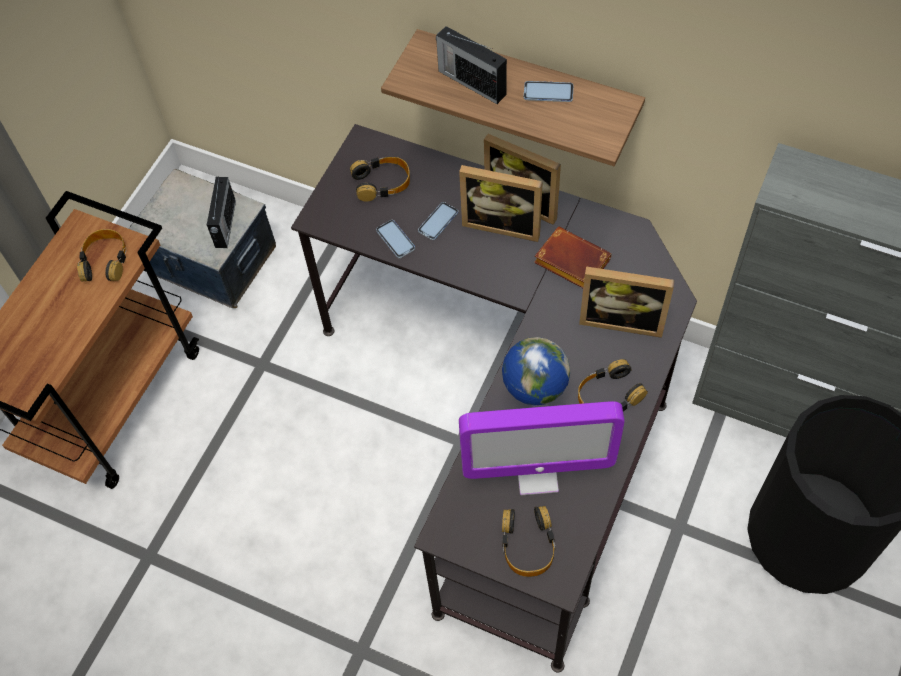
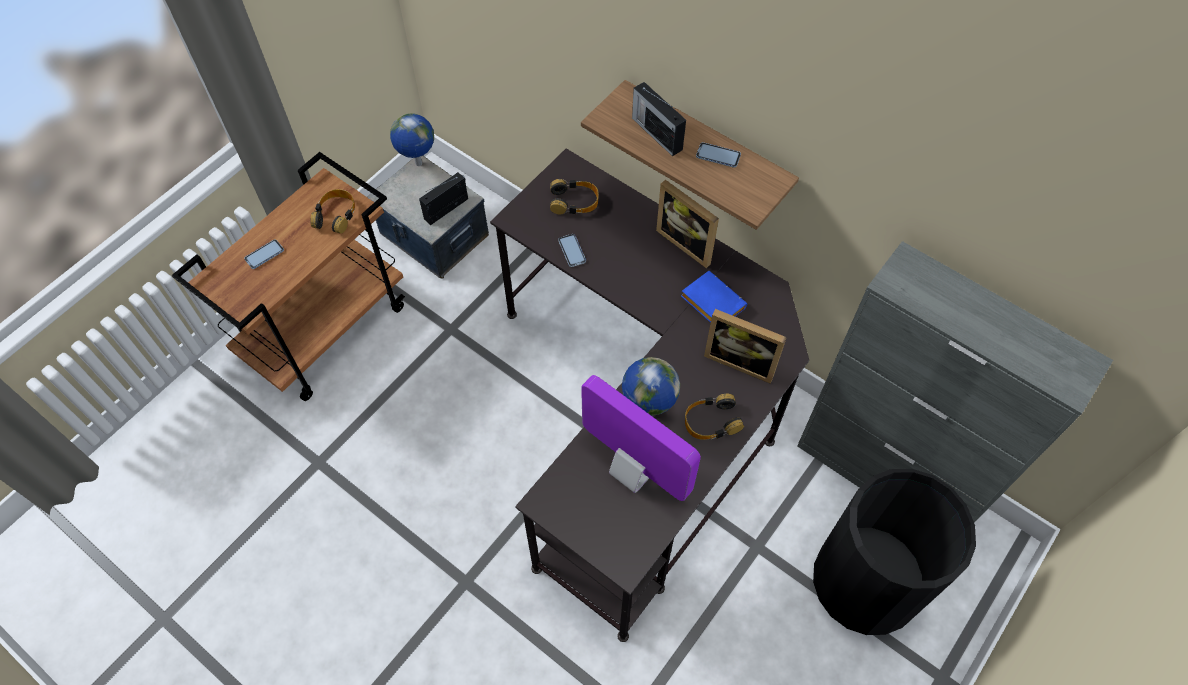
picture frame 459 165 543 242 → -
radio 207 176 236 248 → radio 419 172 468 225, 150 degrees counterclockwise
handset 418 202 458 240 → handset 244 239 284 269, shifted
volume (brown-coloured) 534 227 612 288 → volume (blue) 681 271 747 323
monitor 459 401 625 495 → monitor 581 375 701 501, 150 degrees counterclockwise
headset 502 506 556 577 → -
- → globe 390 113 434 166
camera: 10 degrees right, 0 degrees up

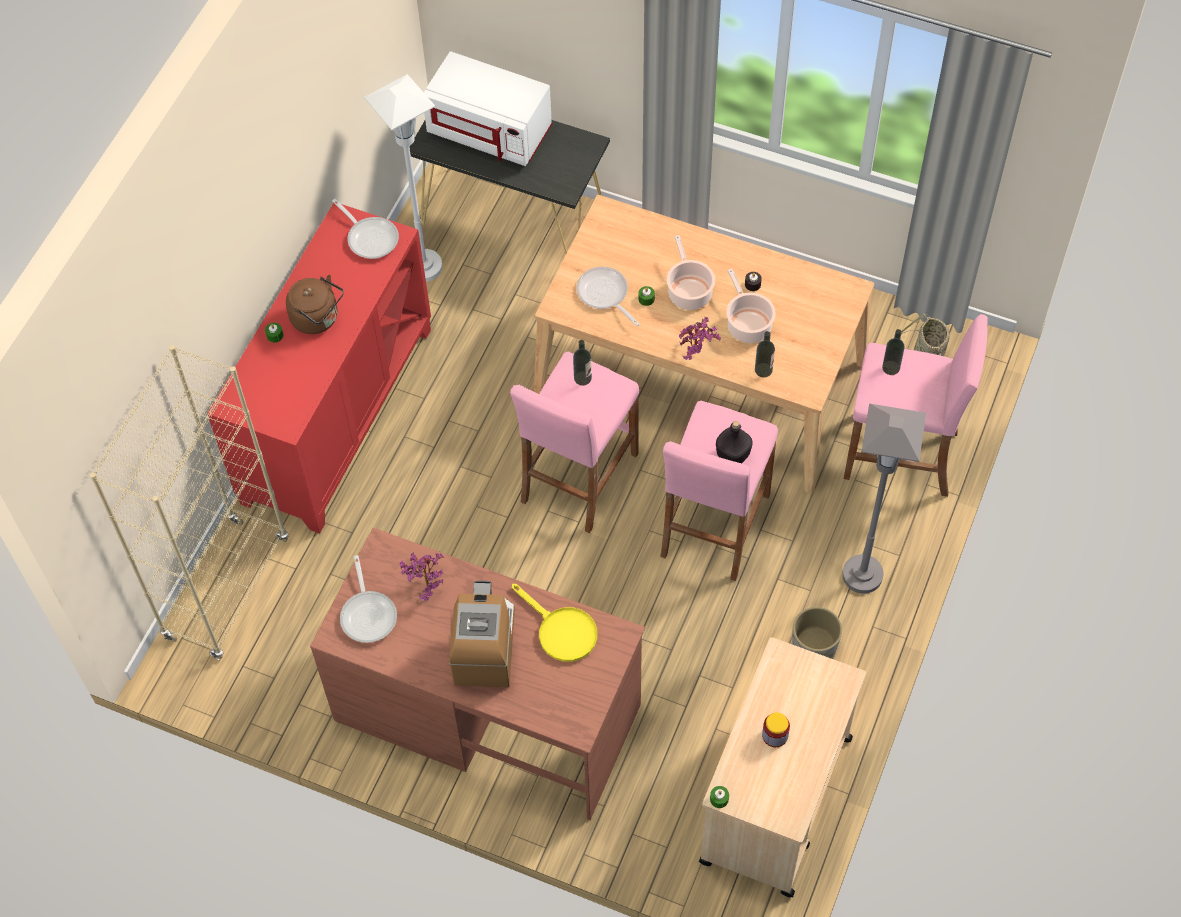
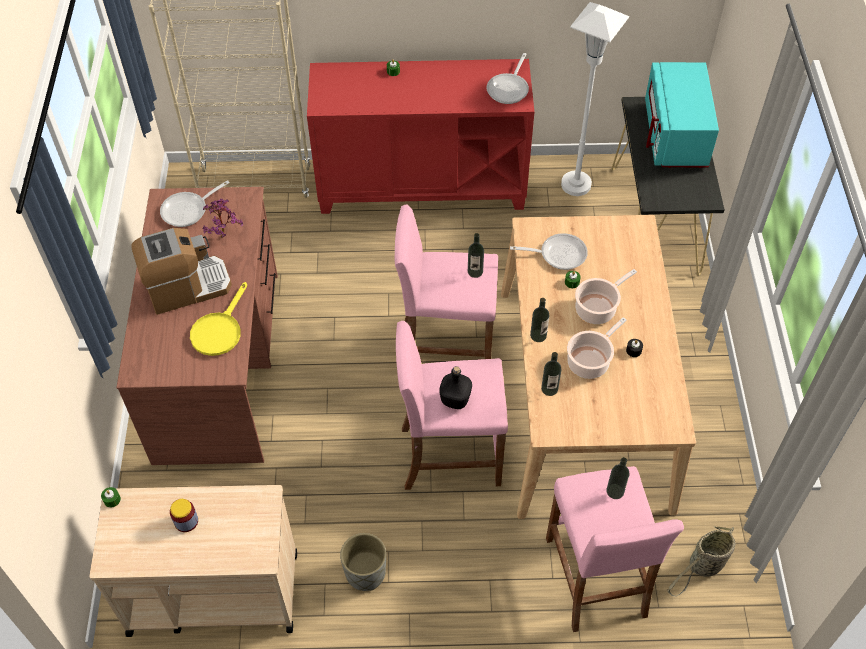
microwave (whitish) 424 51 552 166 → microwave (turquoise) 645 62 719 168
pan 576 267 640 327 → pan 510 233 588 270, 60 degrees clockwise
water kettle (brown-coloured) 286 275 344 334 → -
houseplant 679 317 721 360 → bottle 530 298 549 342
floor lamp (gray) 842 403 926 593 → -
camera: 65 degrees right, 5 degrees down

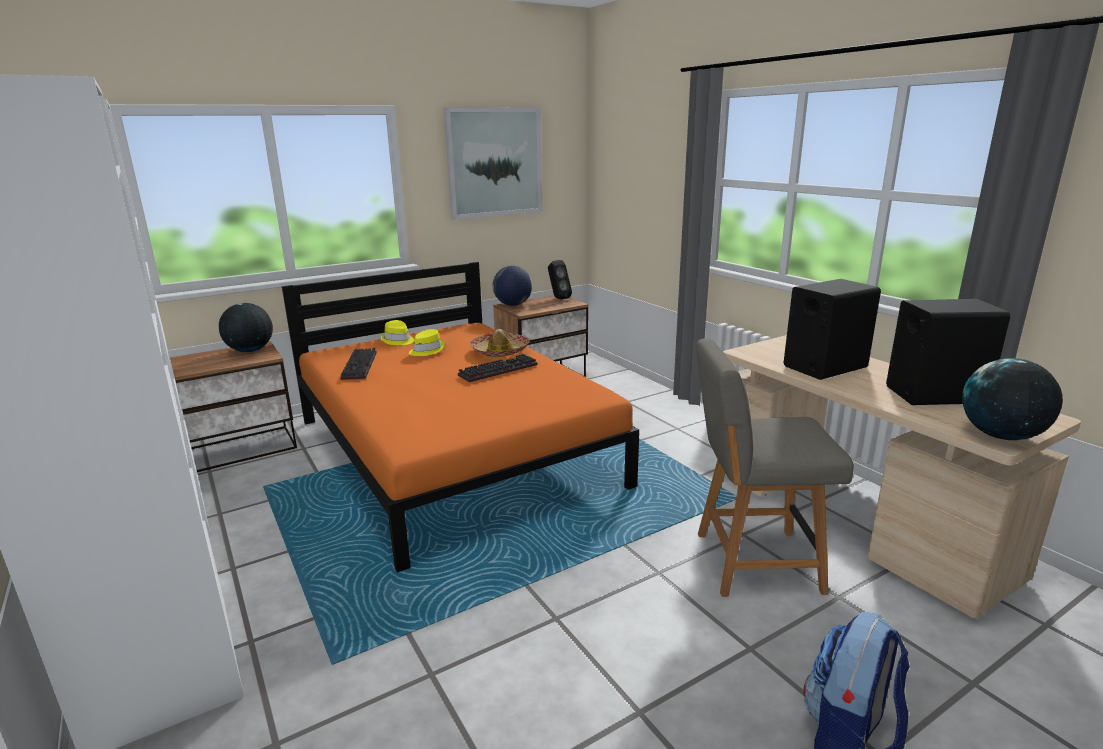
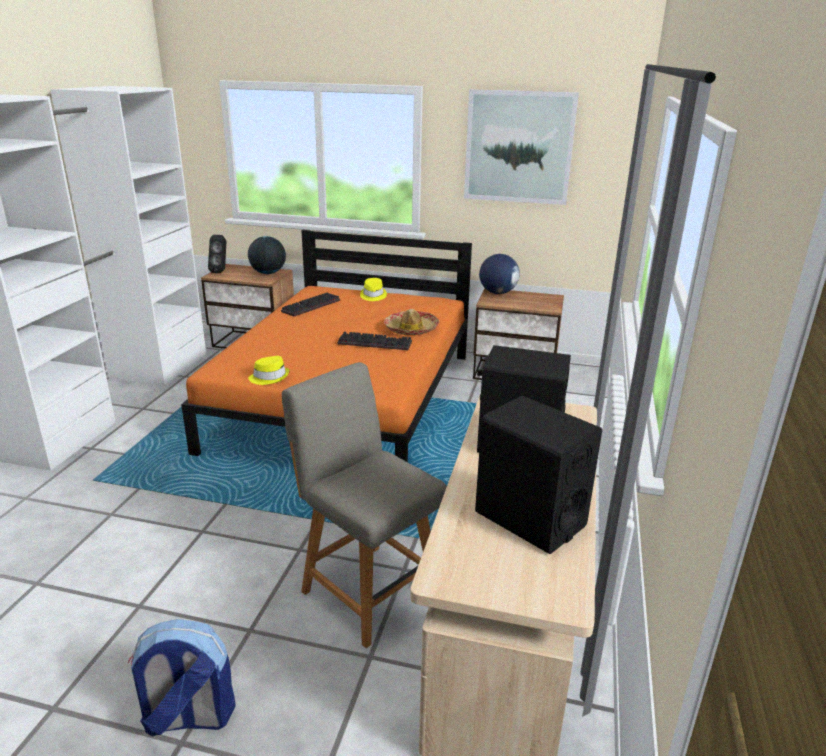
speaker (black) 548 260 572 299 → speaker (black) 208 235 226 273, shifted
wearable hat (yellow-coloured) 409 329 445 356 → wearable hat (yellow-coloured) 248 356 290 385, shifted
globe 962 358 1063 440 → -
camera: 45 degrees right, 5 degrees up

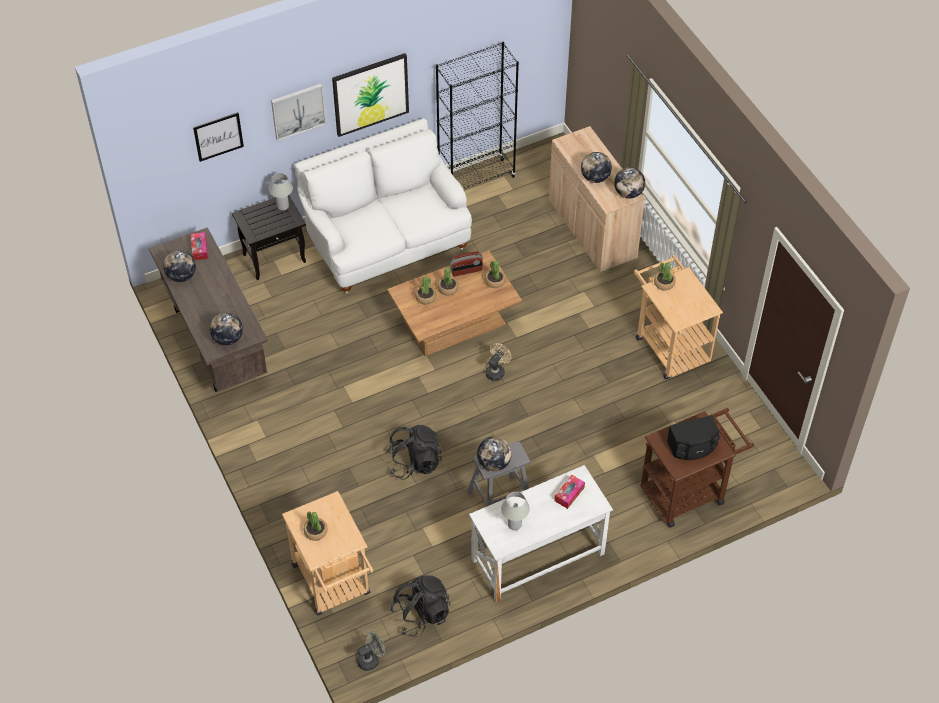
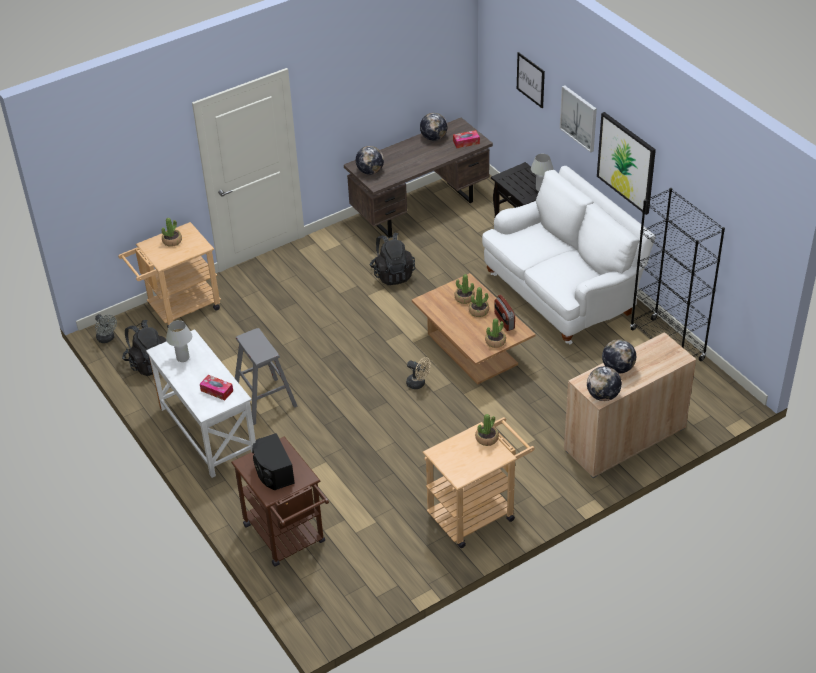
rucksack (black) 387 425 442 480 → rucksack (black) 370 233 415 285, shifted
globe 477 436 512 471 → -
camera: 85 degrees right, 10 degrees down

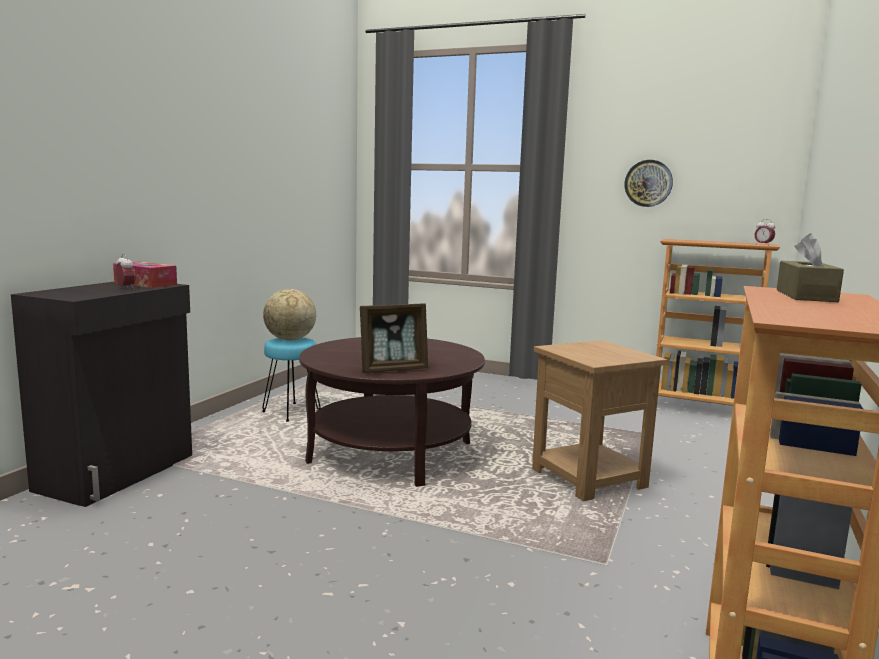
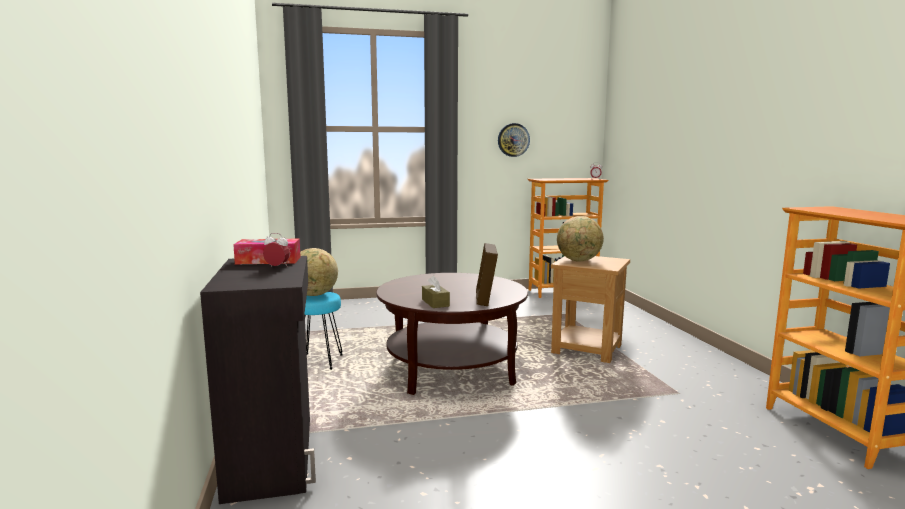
box of tissues (brown-coloured) 777 233 844 302 → box of tissues (brown-coloured) 422 275 450 308, shifted
picture frame 360 304 428 373 → picture frame 476 243 498 306, 150 degrees clockwise
- → globe 557 216 604 261
camera: 35 degrees left, 0 degrees up

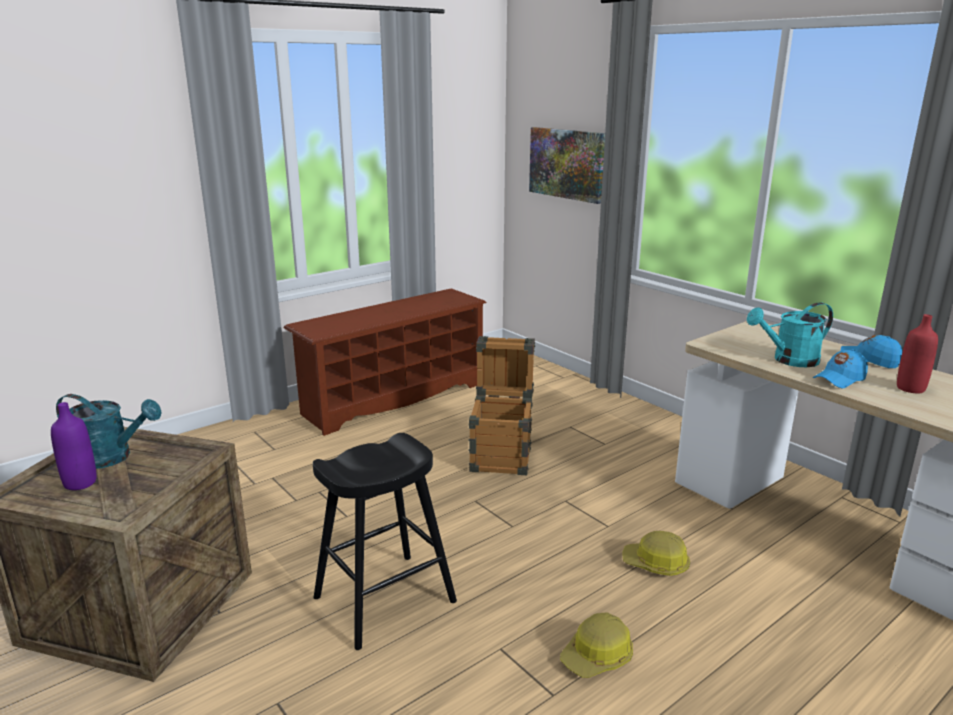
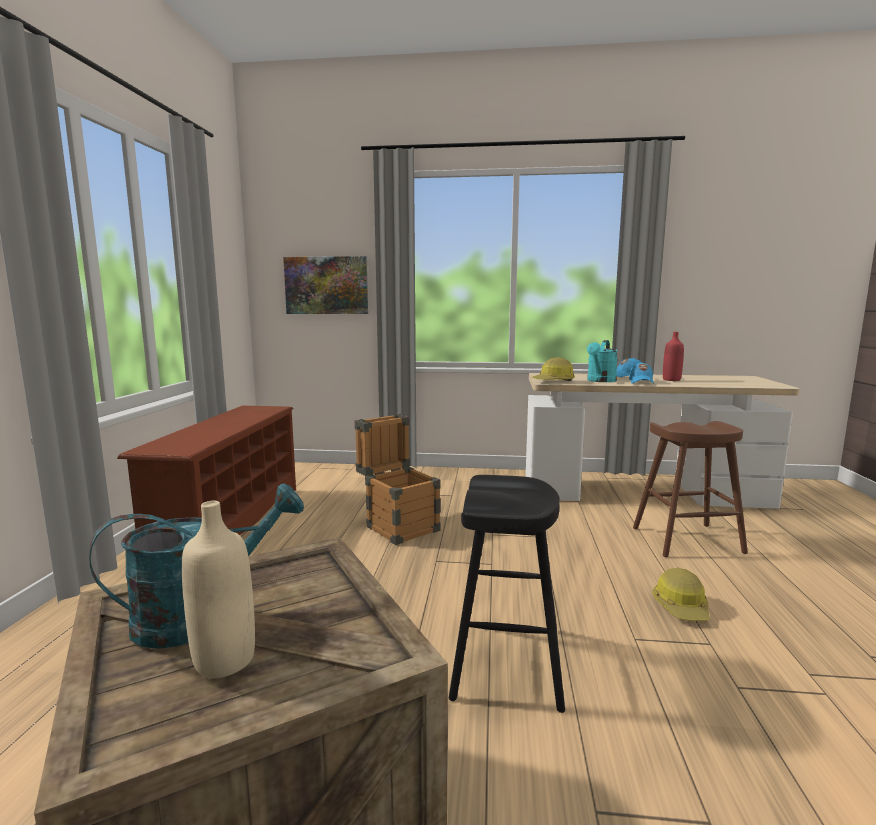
bottle (purple-coloured) 51 402 97 490 → bottle (beige-coloured) 182 501 255 679
work helmet 622 531 690 576 → work helmet 532 357 575 381, shifted
- → stool (brown-coloured) 633 421 748 557
camera: 45 degrees left, 10 degrees down

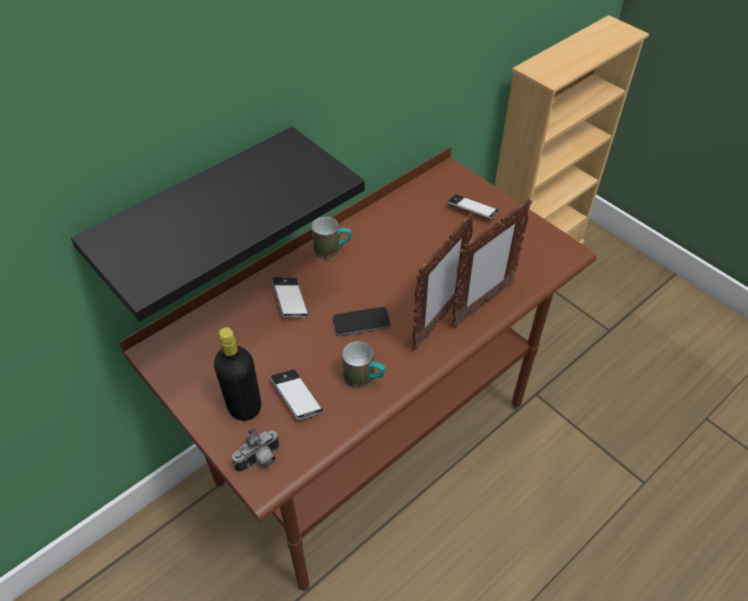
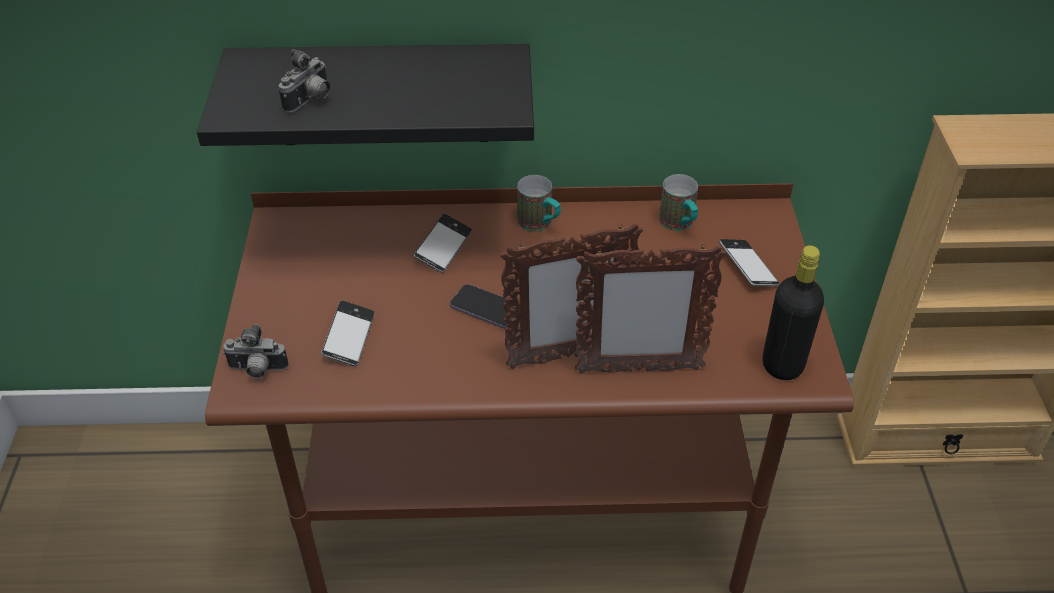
bottle (black) 214 327 261 421 → bottle (black) 763 245 824 380, shifted
tea mug 342 341 386 389 → tea mug 659 174 698 231, shifted
- → photo camera 278 49 330 113
camera: 40 degrees right, 5 degrees down

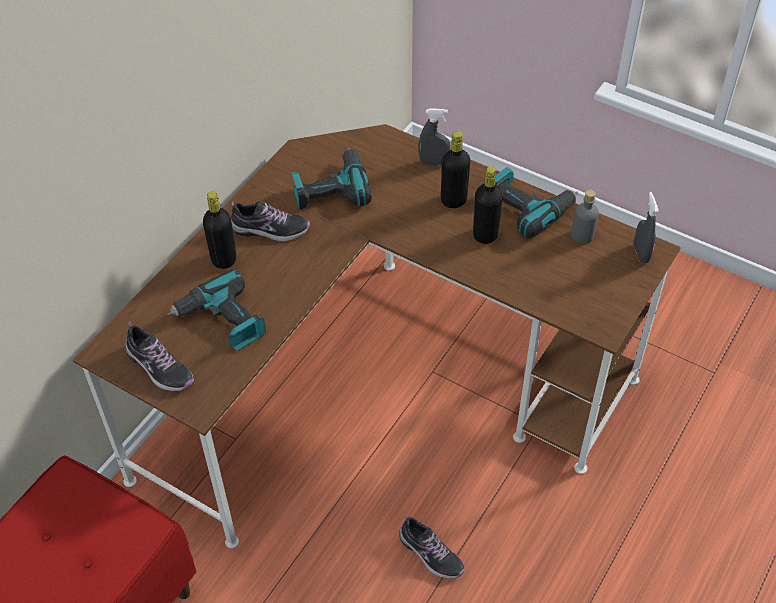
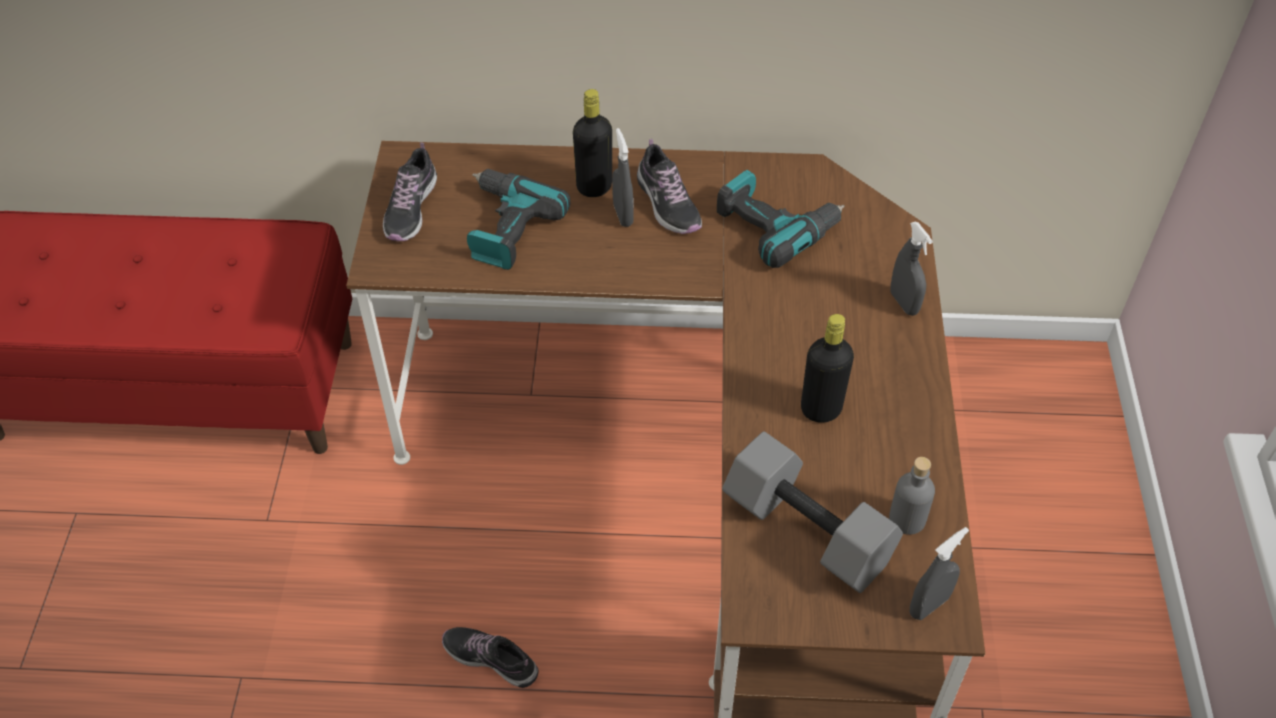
bottle (black) 441 131 470 208 → -
power drill 495 167 578 238 → -
item of footwear 399 515 465 579 → item of footwear 442 627 538 688, 105 degrees clockwise
- → hand sprayer (gray) 612 128 634 227
- → free weight (gray) 722 431 903 593
camera: 60 degrees right, 0 degrees up

